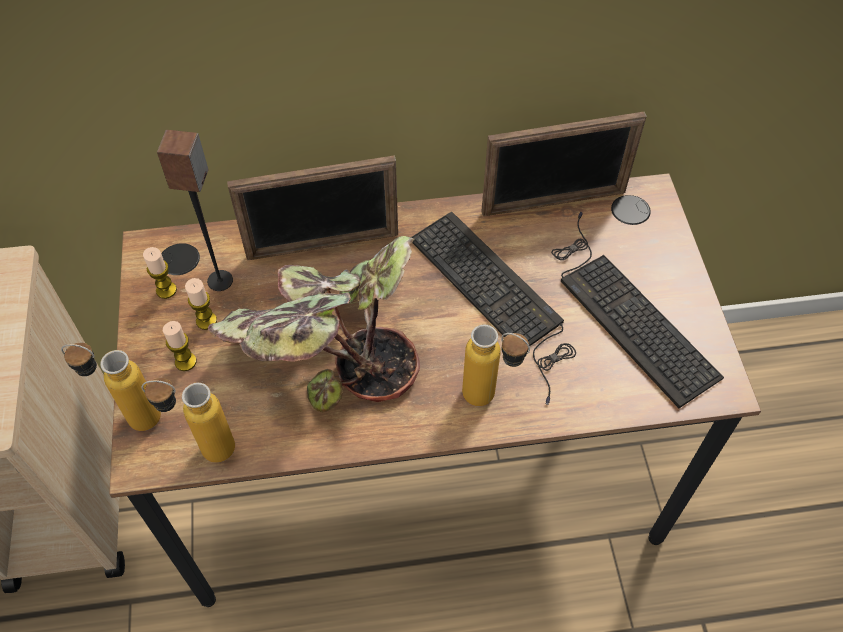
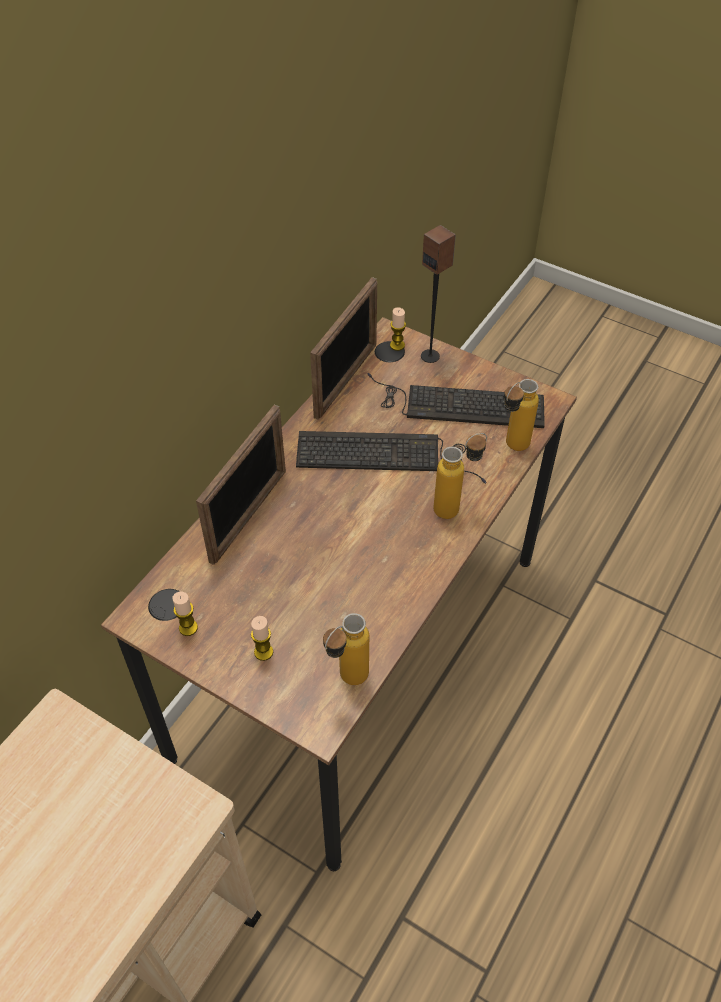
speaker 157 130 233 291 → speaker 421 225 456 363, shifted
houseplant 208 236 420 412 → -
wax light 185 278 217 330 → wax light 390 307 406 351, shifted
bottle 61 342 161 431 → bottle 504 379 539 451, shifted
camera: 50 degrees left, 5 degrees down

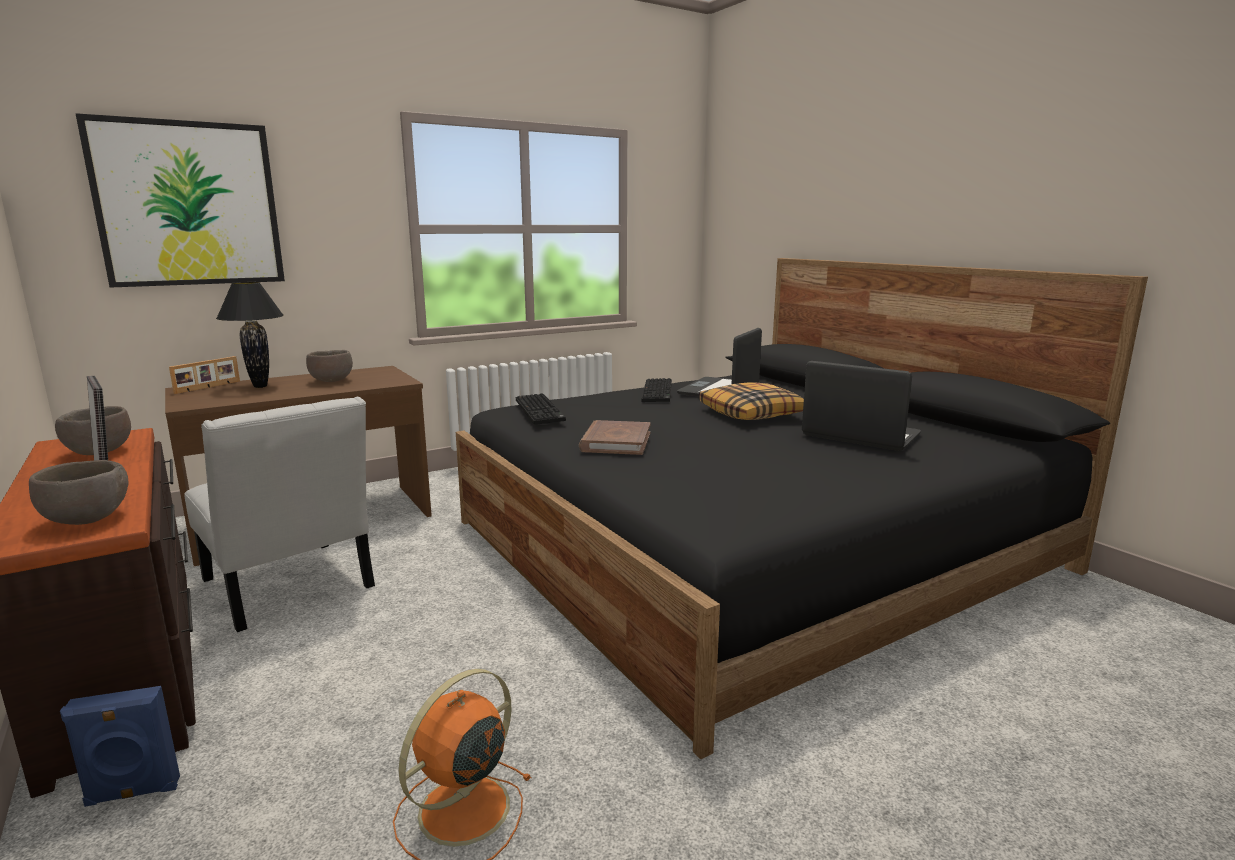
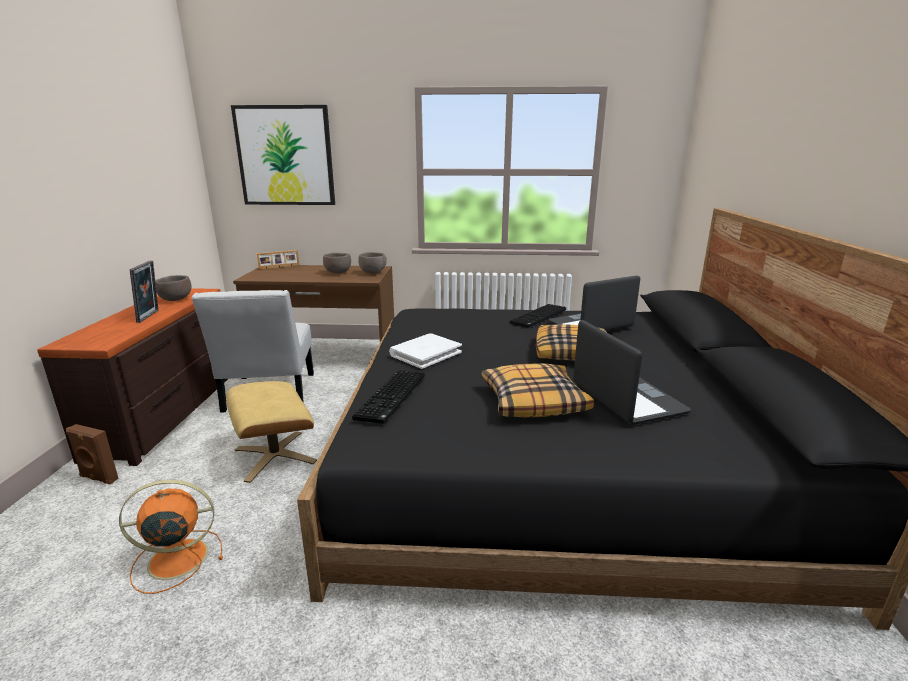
table lamp (black) 216 282 284 388 → -
computer keyboard 516 393 566 425 → computer keyboard 352 370 425 424, shifted
volume (brown-coloured) 579 420 651 455 → volume (whitish) 389 333 462 369
deep dish (brown-coloured) 29 460 129 525 → deep dish (brown-coloured) 358 252 387 274, shifted
speaker (blue) 60 686 180 807 → speaker (brown-coloured) 66 424 119 485
- → throw pillow 481 363 594 417
- → footrest (beige-coloured) 226 381 317 483
camera: 35 degrees right, 5 degrees up

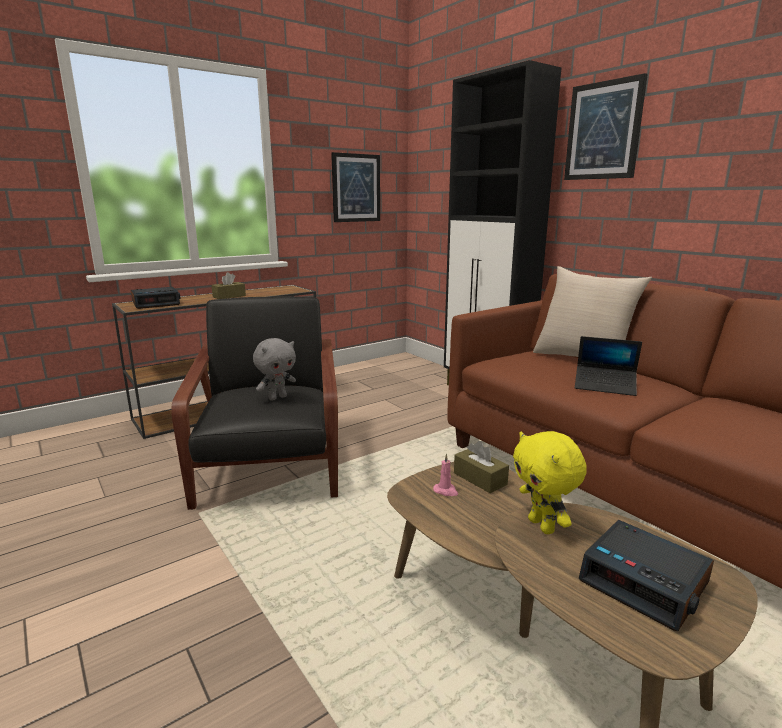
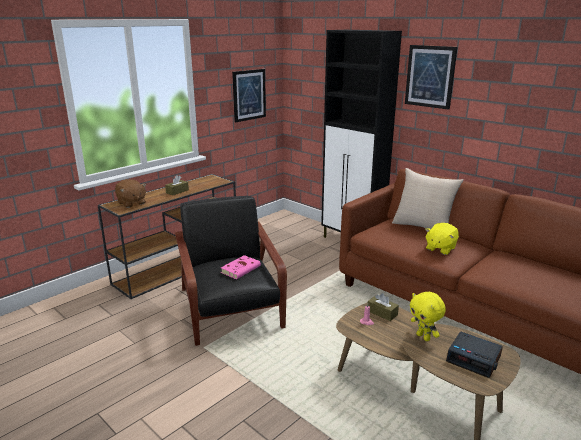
table clock 131 287 180 309 → plush toy (brown-coloured) 115 179 146 208
laptop 575 336 642 396 → plush toy (yellow-coloured) 425 223 459 255
plush toy (gray) 253 338 296 401 → volume (pink) 221 255 261 279
camera: 10 degrees left, 5 degrees up

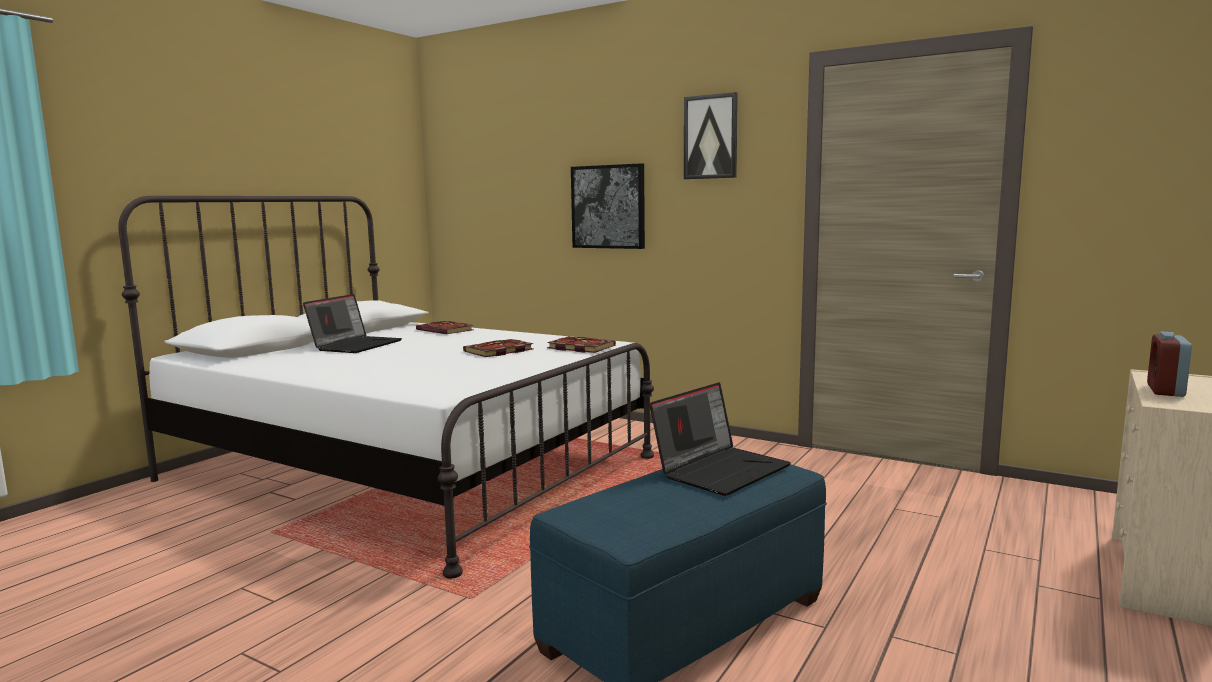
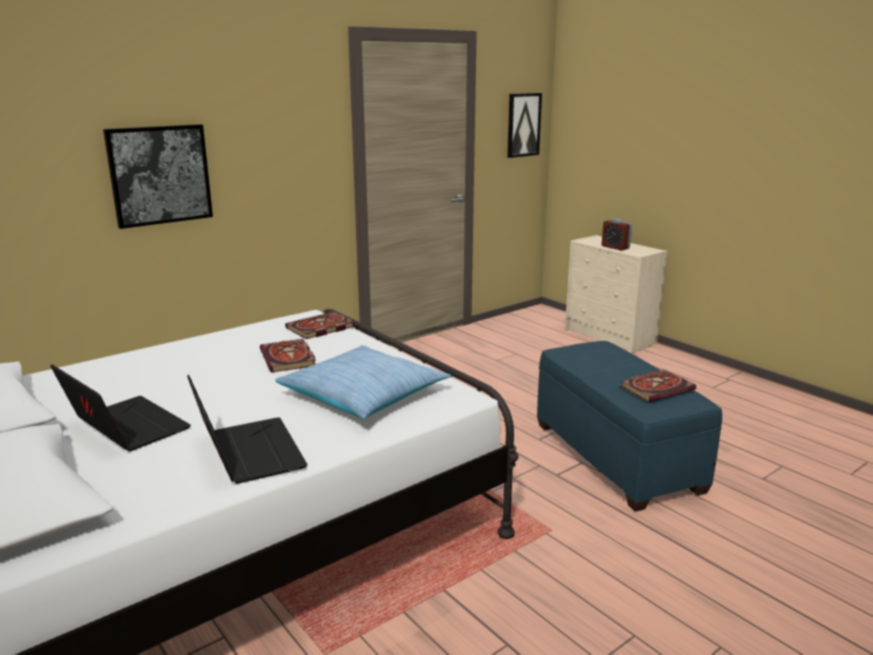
wall art 684 92 738 179 → wall art 507 93 542 158, shifted
volume 416 321 474 334 → volume 620 369 696 402, shifted
laptop 650 382 791 496 → laptop 187 375 308 484, shifted
- → throw pillow 275 345 451 420
camera: 70 degrees left, 10 degrees up

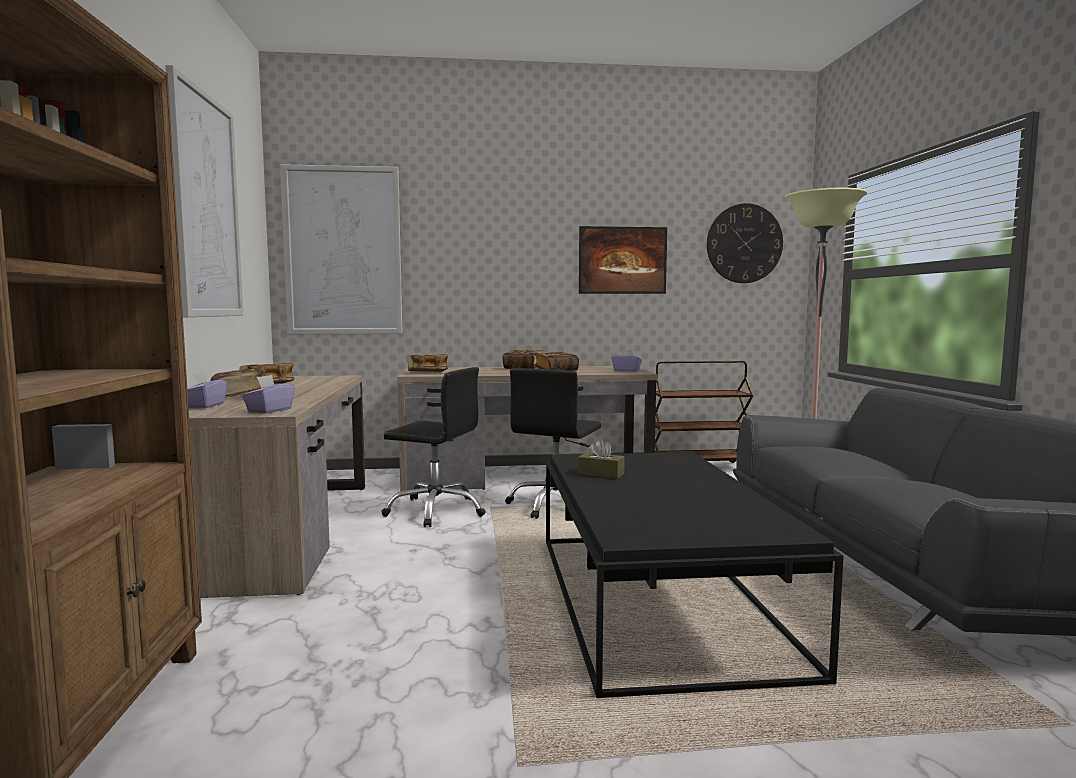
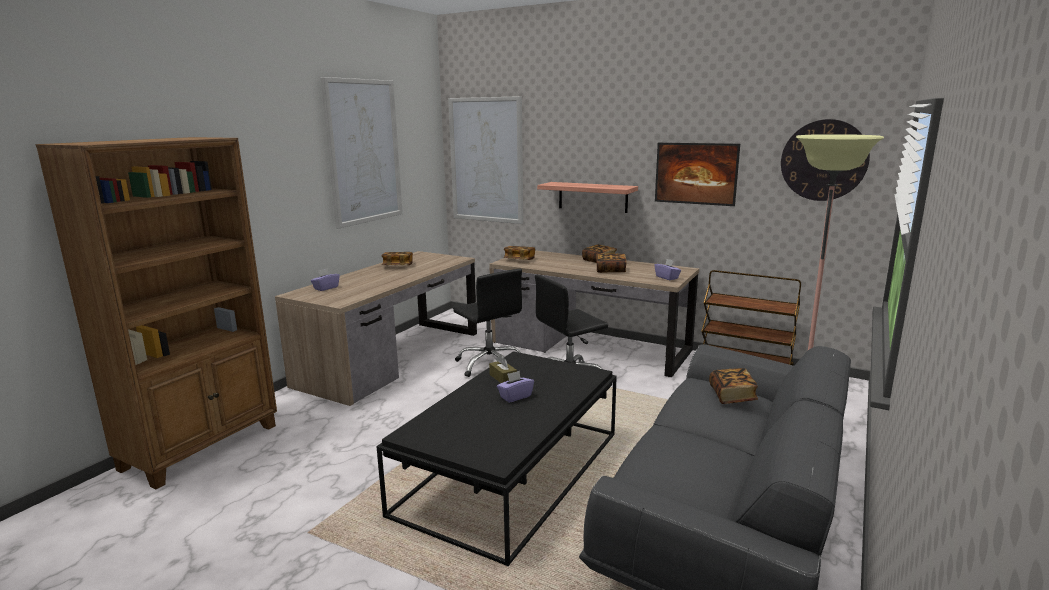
volume 210 369 262 398 → volume 709 368 758 404, shifted
box of tissues (purple-coloured) 242 375 295 413 → box of tissues (purple-coloured) 497 371 534 403, shifted
- → bracket shelf 537 182 638 213
camera: 35 degrees right, 10 degrees up

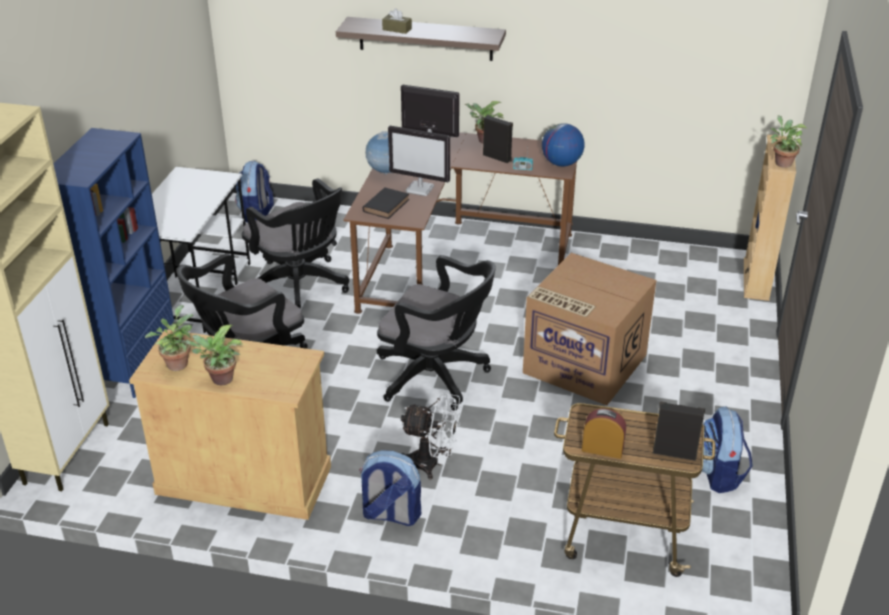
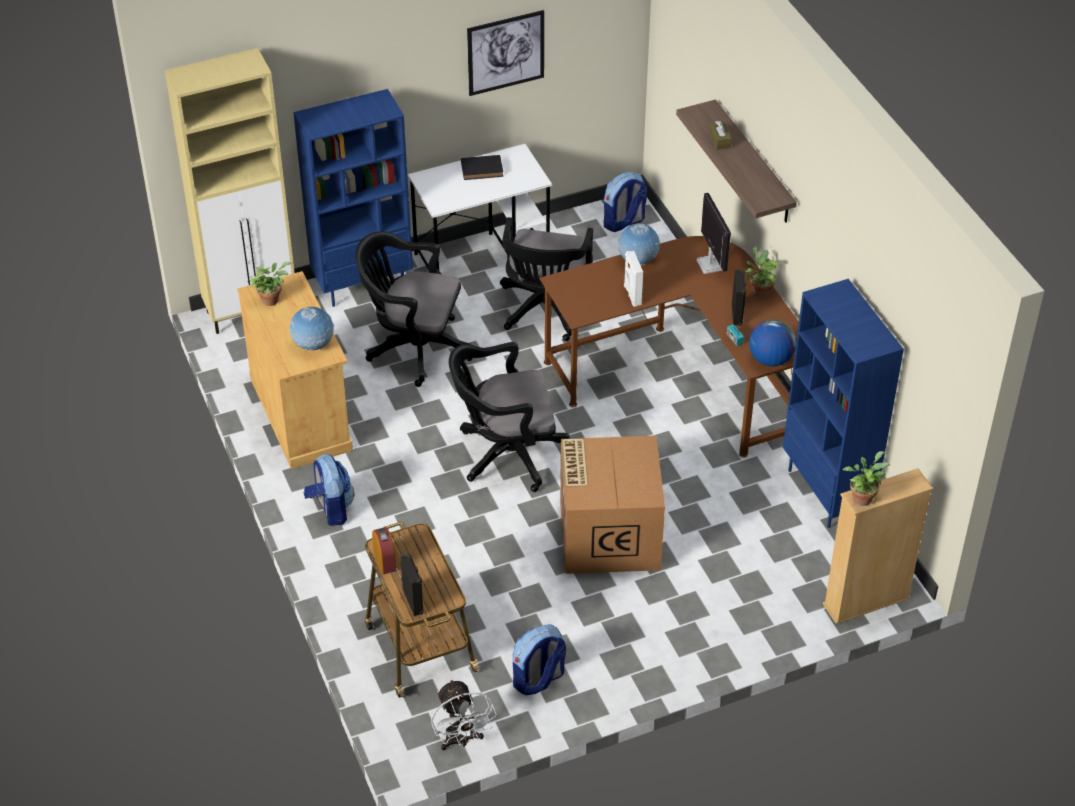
monitor 388 126 450 196 → speaker (whitish) 624 251 643 307
volume (black) 363 188 409 219 → volume (black) 461 155 503 180, shifted
office chair (black) 377 255 496 411 → office chair (black) 449 342 570 492, 90 degrees clockwise
houseplant 182 325 243 385 → -
fan (whitish) 400 392 462 480 → fan (whitish) 431 679 497 751, shifted
- → wall art 467 10 544 96
- → shelving unit (blue) 783 279 904 528
- → globe 289 307 334 350
camera: 55 degrees right, 10 degrees up

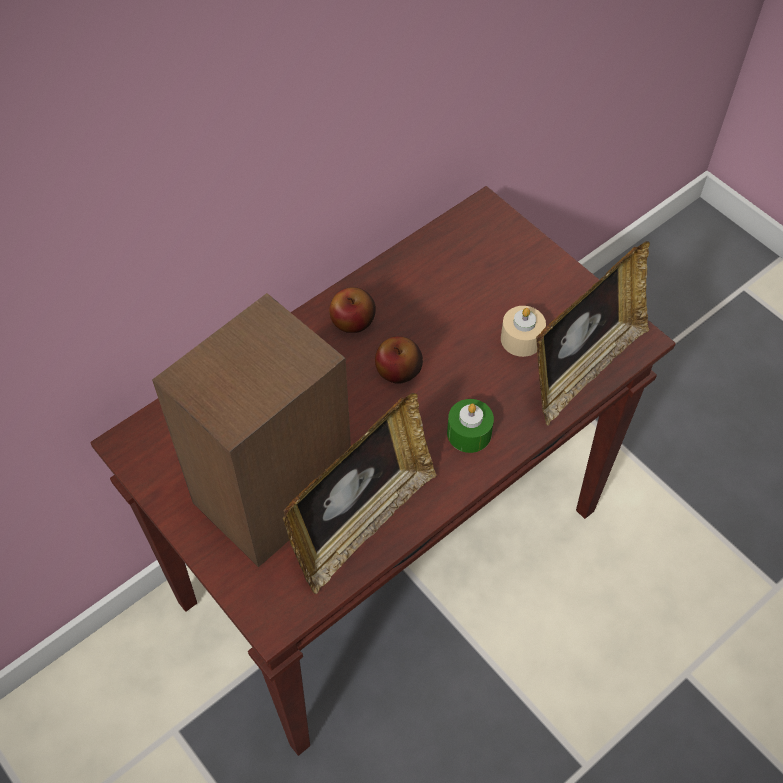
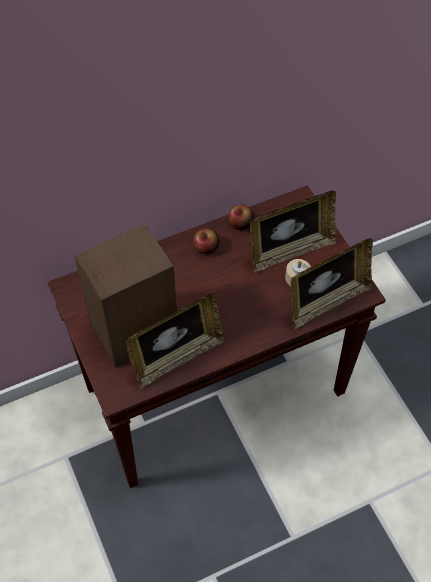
apple fruit 375 336 423 384 → apple fruit 228 205 254 230, shifted
wax light (green) 447 399 494 453 → -
- → picture frame 250 191 336 272
camera: 15 degrees right, 0 degrees up

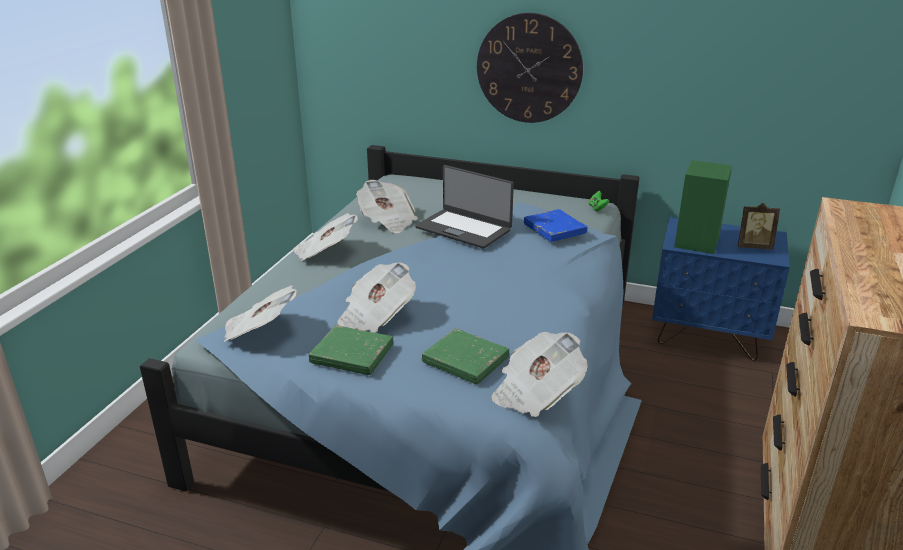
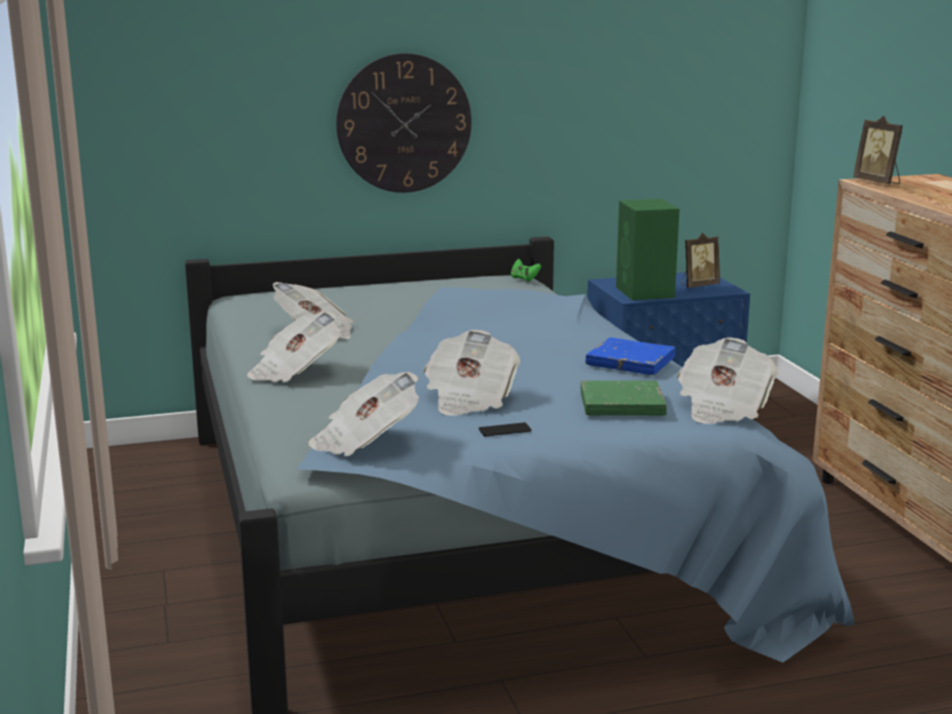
laptop 415 165 514 249 → -
volume (blue) 524 209 588 242 → volume (blue) 585 337 675 375, shifted
volume (green) 309 325 394 375 → handset 479 422 531 437
- → picture frame 853 116 903 184
camera: 35 degrees left, 10 degrees down

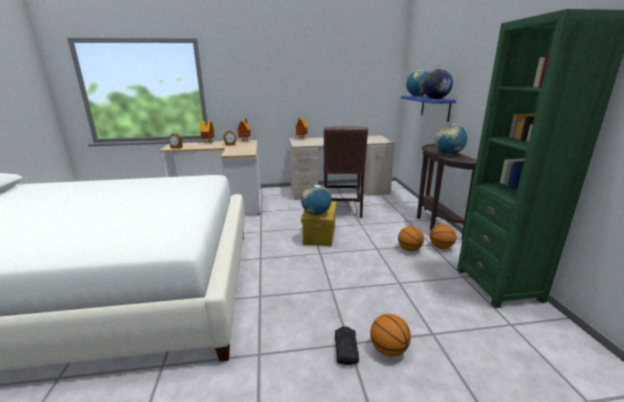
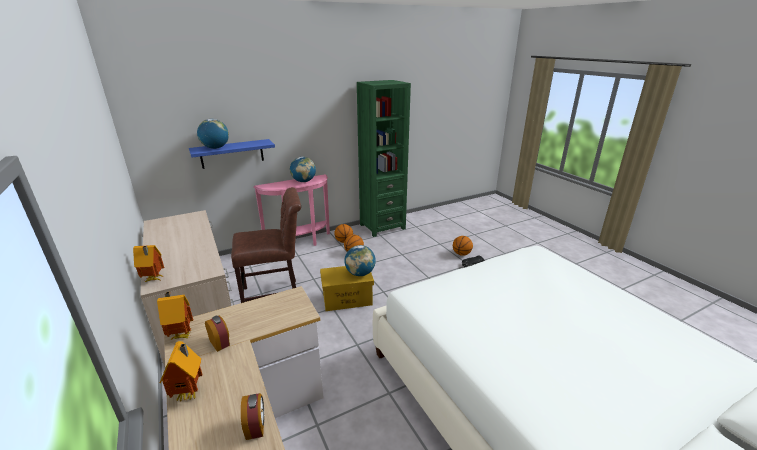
globe 423 69 453 99 → -
narrow table (brown-coloured) 417 144 477 240 → narrow table (pink) 254 174 330 246
camera: 110 degrees left, 5 degrees up

